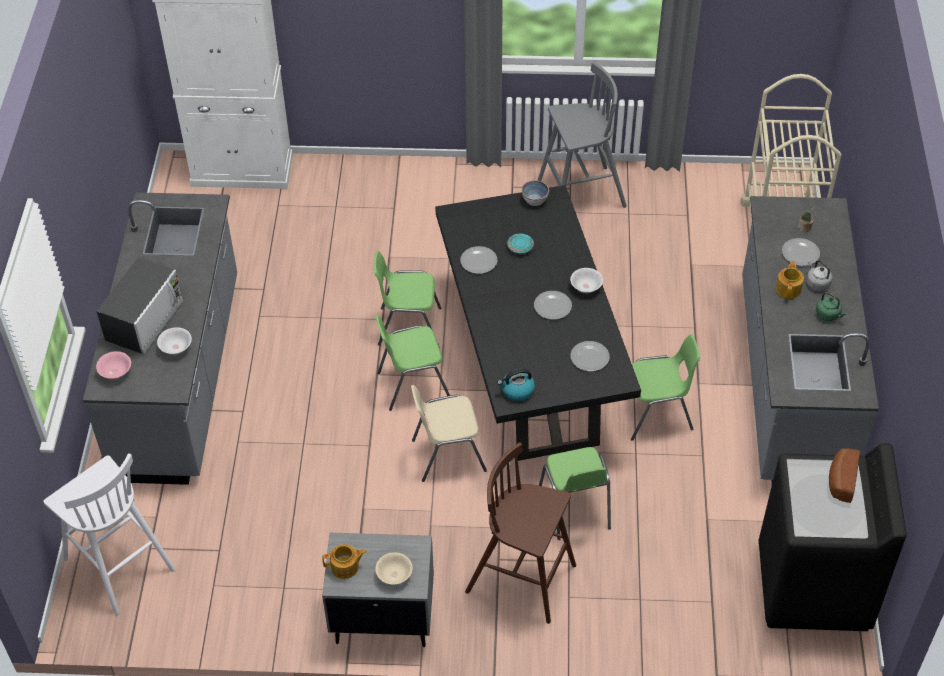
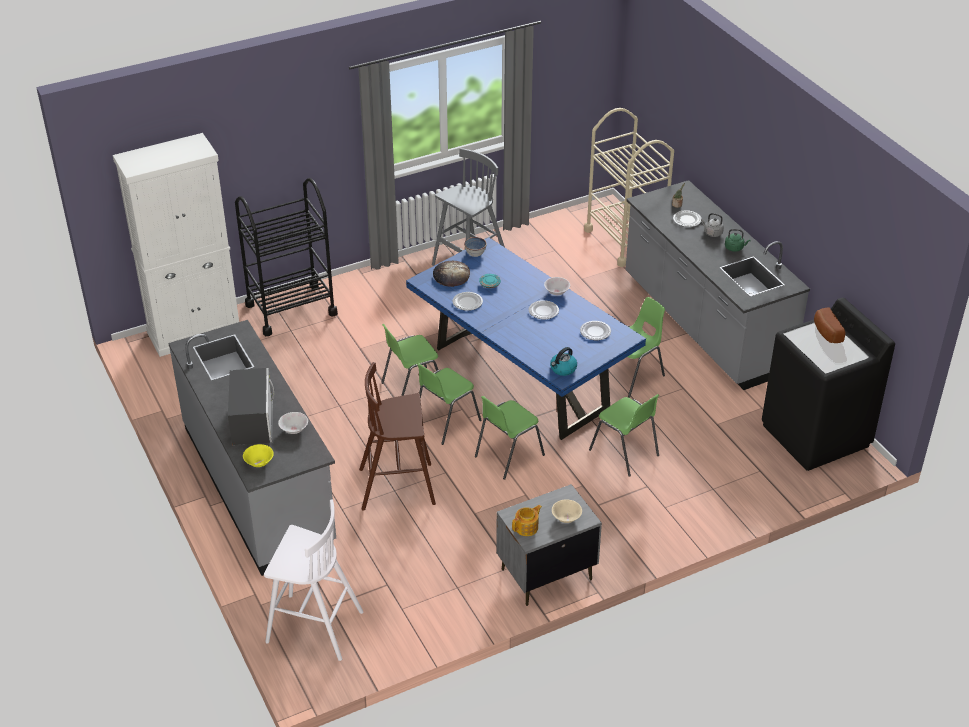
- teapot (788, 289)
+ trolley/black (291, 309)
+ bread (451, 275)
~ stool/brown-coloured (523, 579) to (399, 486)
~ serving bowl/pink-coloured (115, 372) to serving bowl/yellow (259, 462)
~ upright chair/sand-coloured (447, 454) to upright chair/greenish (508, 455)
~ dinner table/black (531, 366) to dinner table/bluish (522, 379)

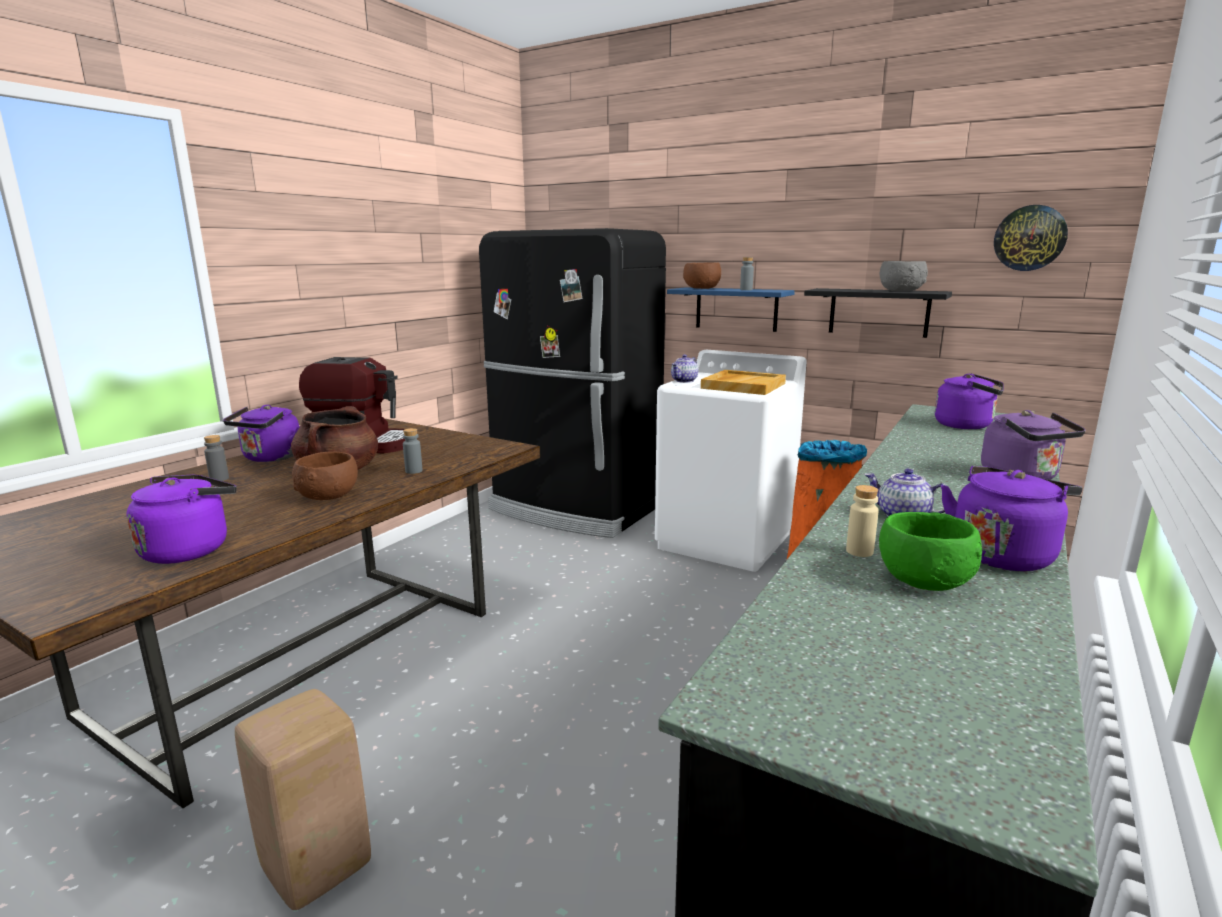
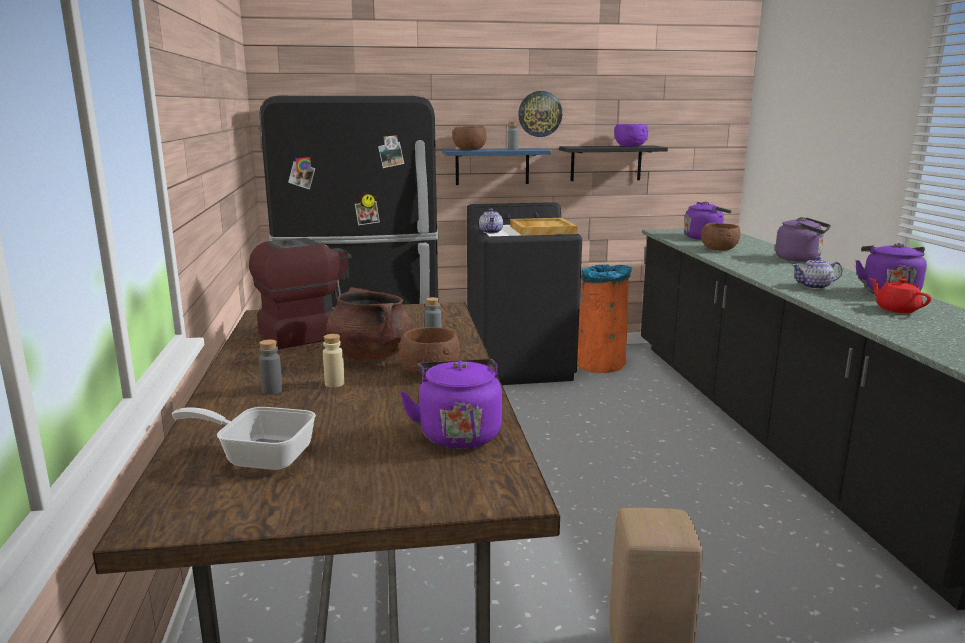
- tea kettle/purplish (270, 458)
+ skillet (259, 456)
+ serving bowl/brown-coloured (720, 249)
~ bottle/sand-coloured (859, 551) to (334, 383)
~ clock on the wall (1029, 238) to (540, 114)
~ serving bowl/greenish (922, 580) to teapot/reddish (896, 309)
~ laundry machine/white-coloured (726, 541) to laundry machine/black (520, 367)
~ serving bowl/gray (901, 291) to serving bowl/purplish (630, 146)

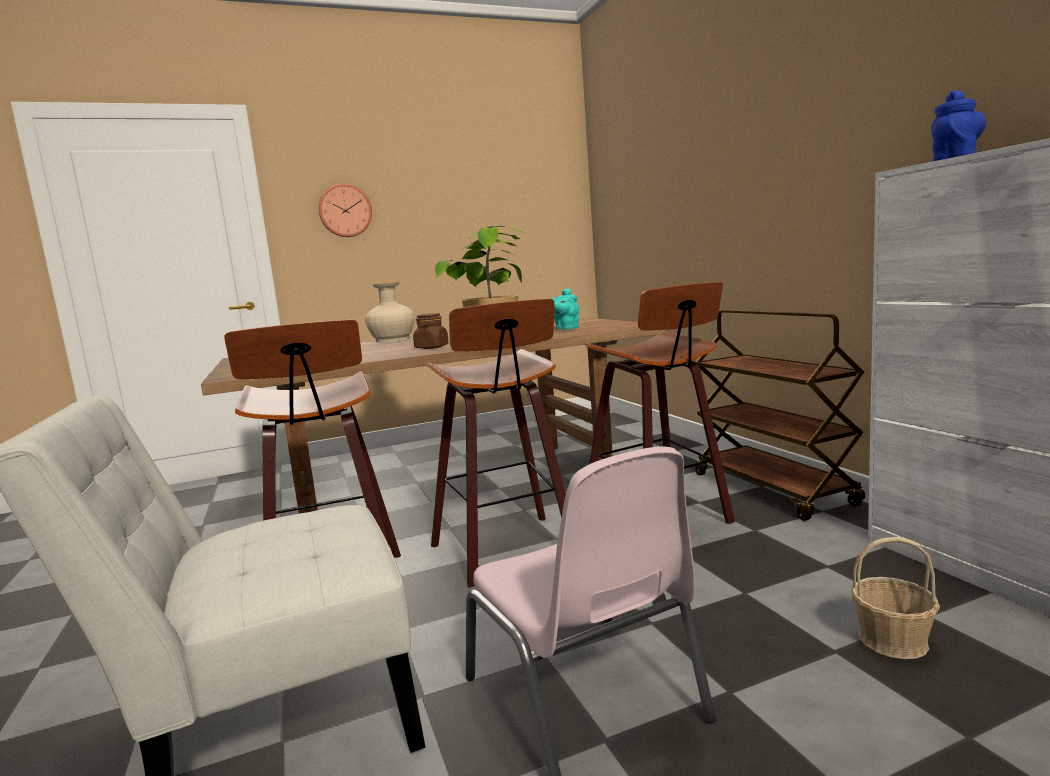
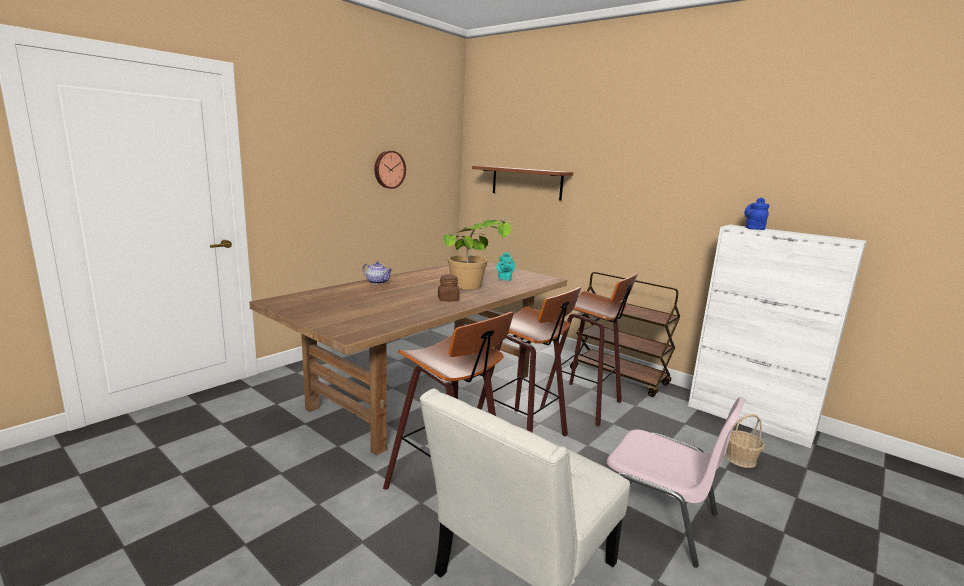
+ wall shelf/brown-coloured (526, 182)
~ clock on the wall (345, 211) to (389, 169)
~ flower vase/sand-coloured (392, 340) to teapot (378, 282)

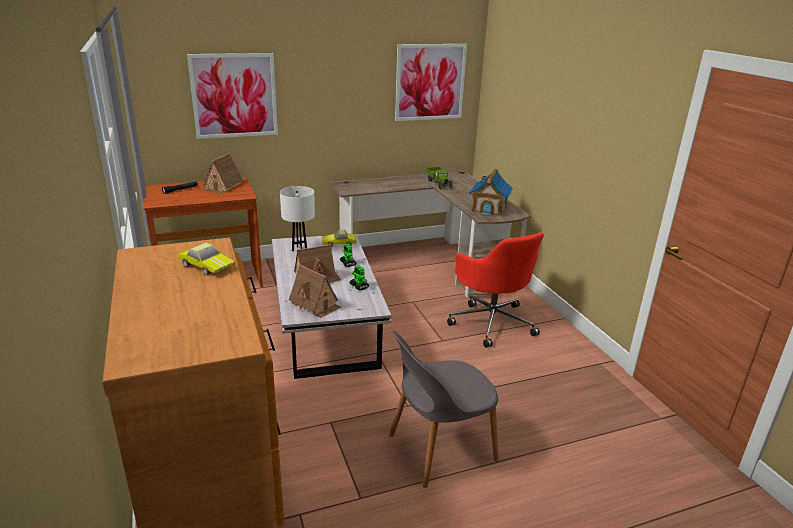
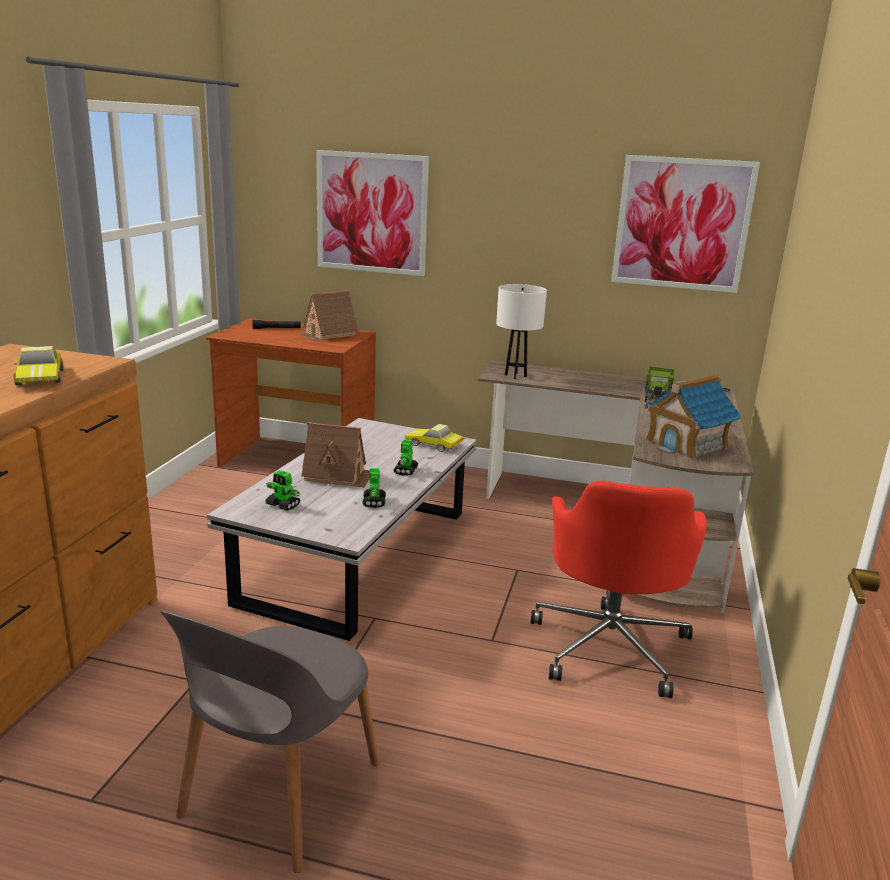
~ table lamp/white-coloured (299, 249) to (515, 376)
~ model house (315, 305) to toy robot (283, 505)
~ upright chair/gray (439, 448) = (278, 793) 75 degrees counterclockwise

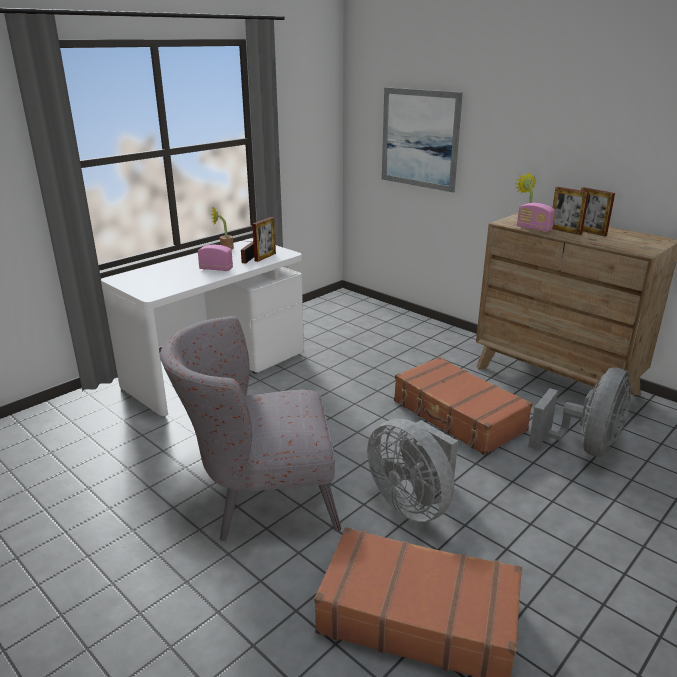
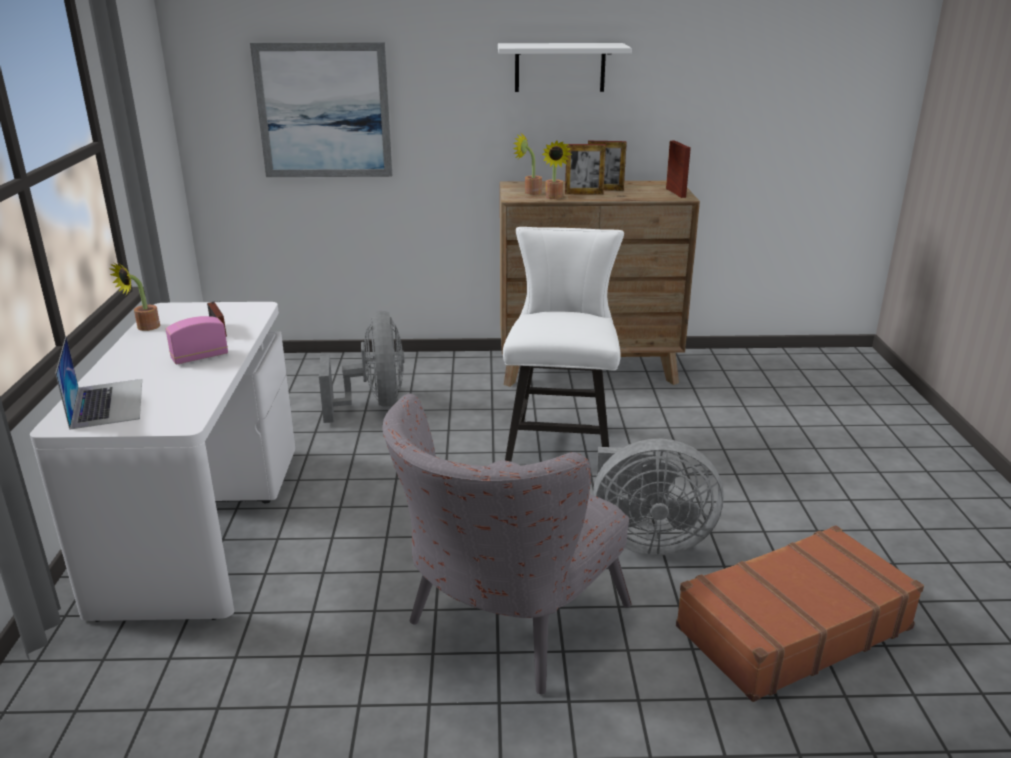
+ portable computer (107, 403)
+ wall shelf/white-coloured (560, 67)
~ picture frame (265, 257) to (675, 193)
~ electric fan/gray (585, 447) to (374, 403)
~ travel case/brown-coloured (457, 416) to upright chair/white-coloured (560, 440)
~ radio (534, 229) to houseplant (554, 197)

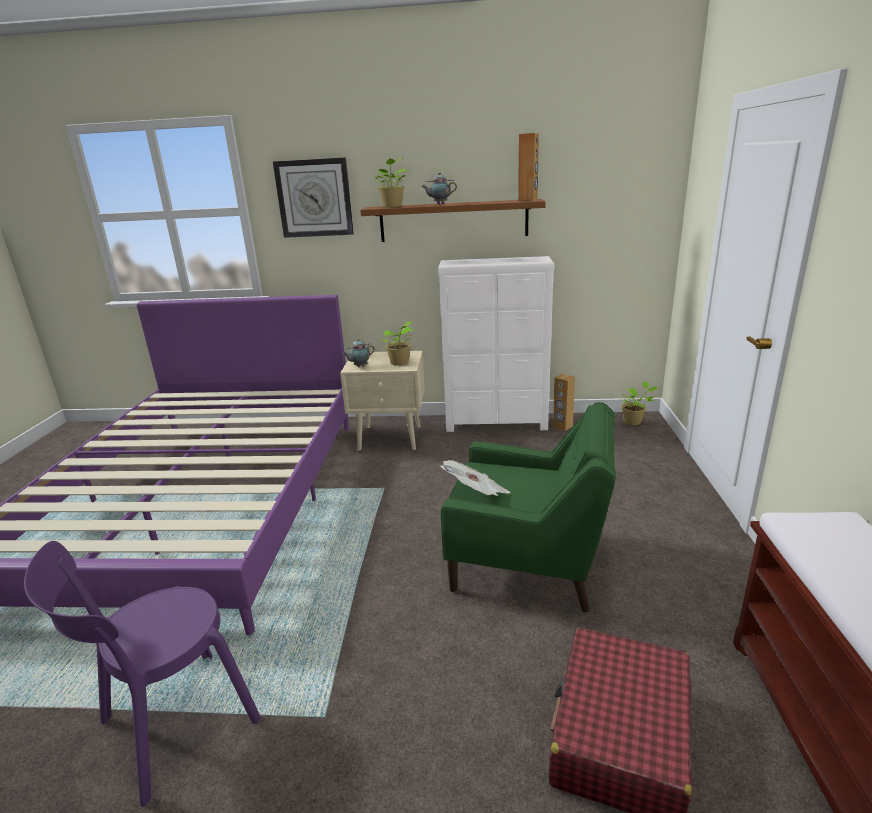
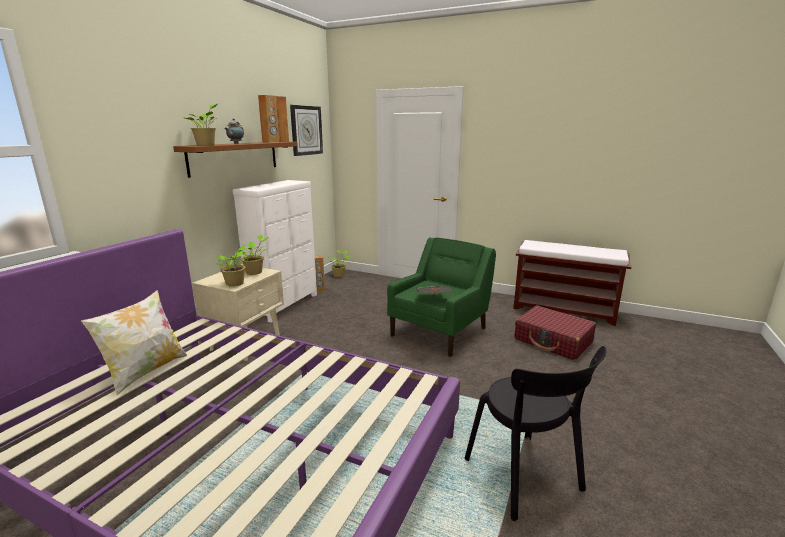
+ cushion (146, 371)
+ audio speaker/brown-coloured (271, 142)
~ clock on the wall (314, 198) to (306, 130)
~ teapot (359, 366) to houseplant (235, 284)
~ upright chair/purplish (172, 726) to upright chair/black (525, 478)

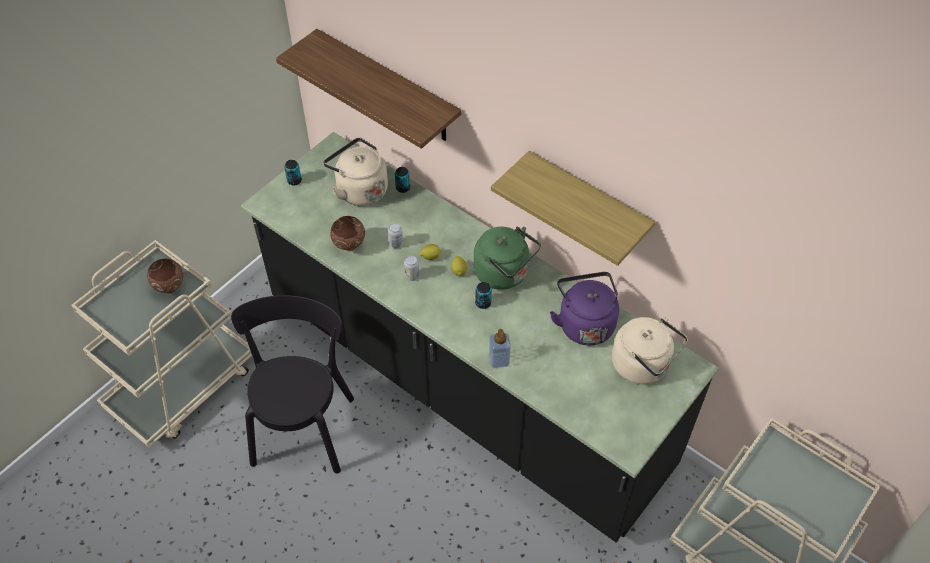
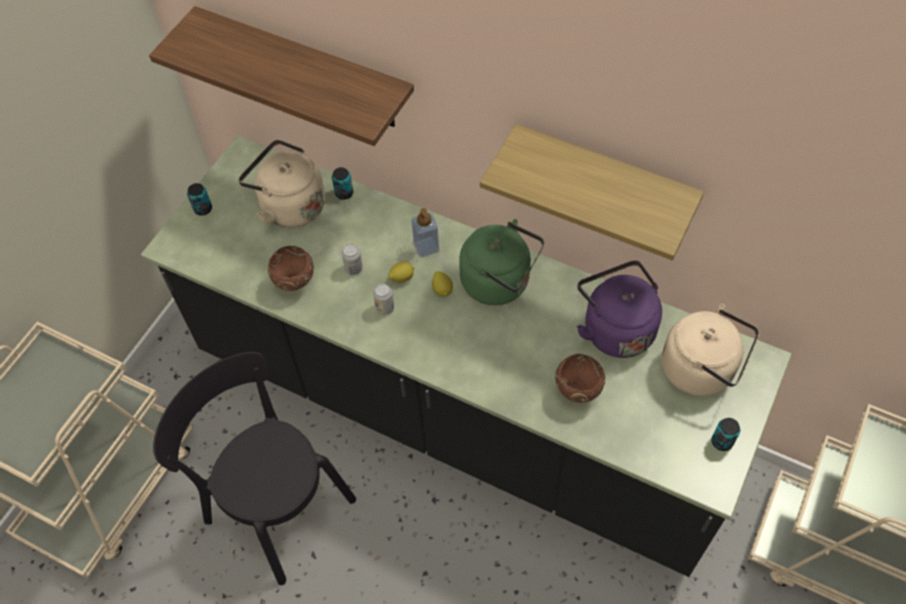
~ serving bowl/brown-coloured (170, 289) to (578, 392)
~ can (483, 303) to (722, 441)
~ soap bottle (499, 360) to (426, 247)
~ upright chair/black (304, 425) = (275, 505) 45 degrees counterclockwise

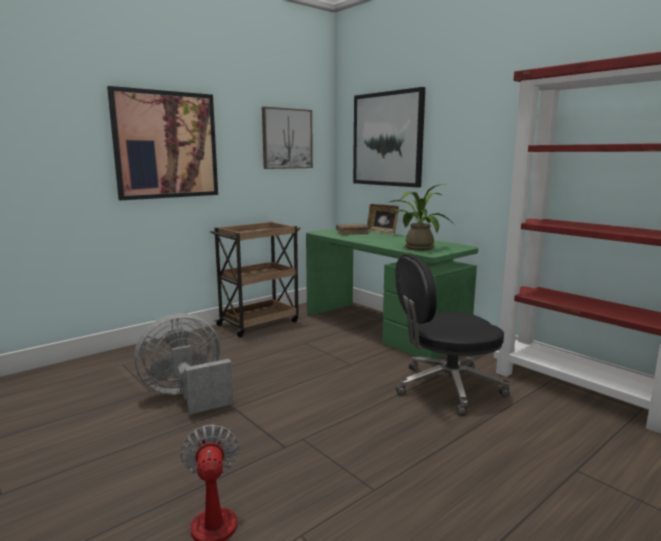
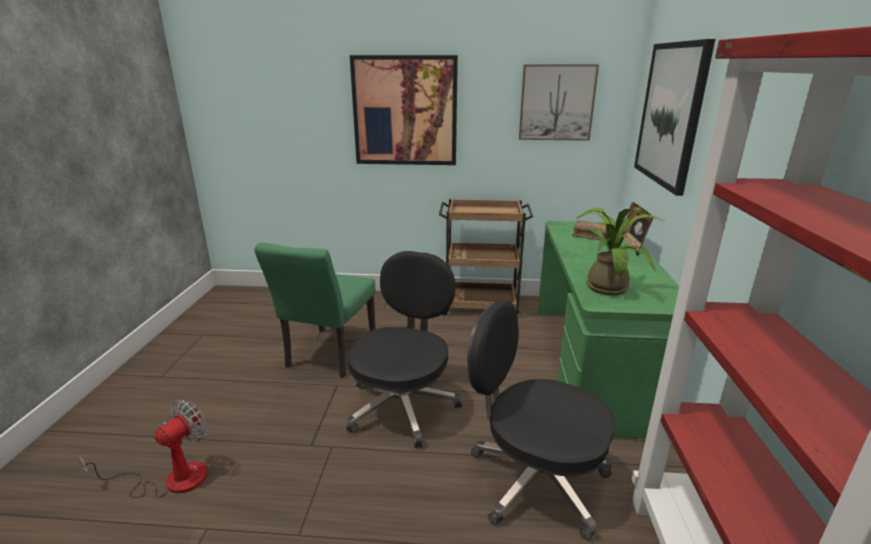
+ desk chair/black (403, 405)
~ electric fan/gray (187, 396) to upright chair/greenish (328, 356)

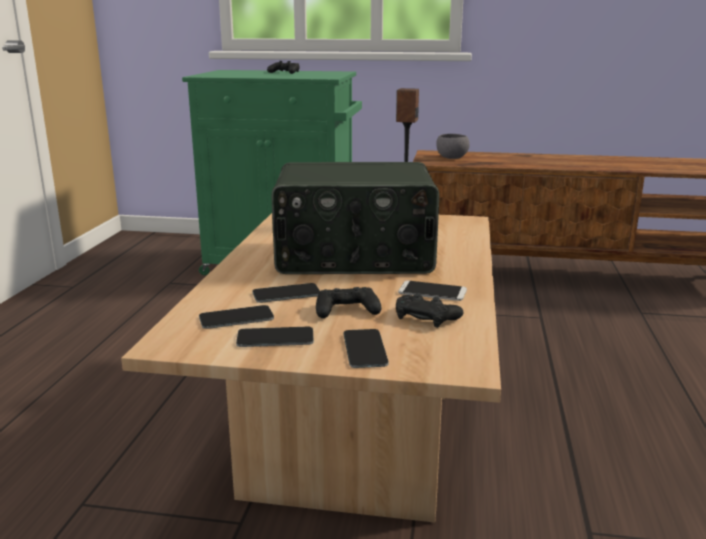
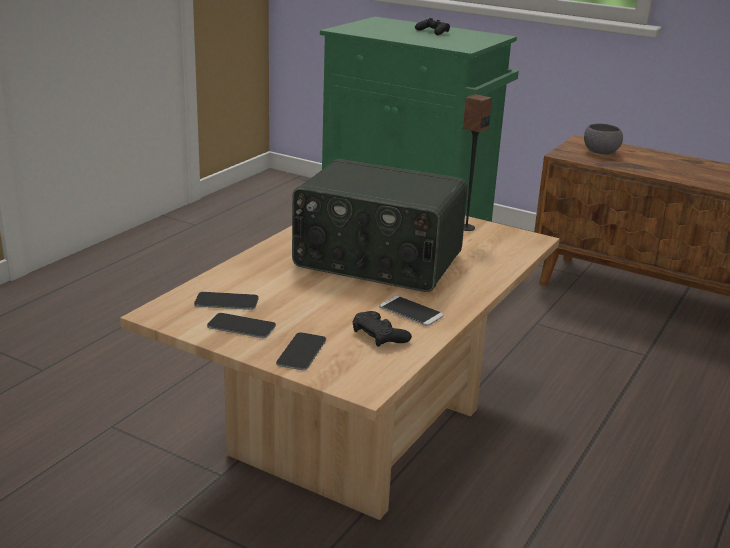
- handset (286, 294)
- gamepad/black (346, 310)

